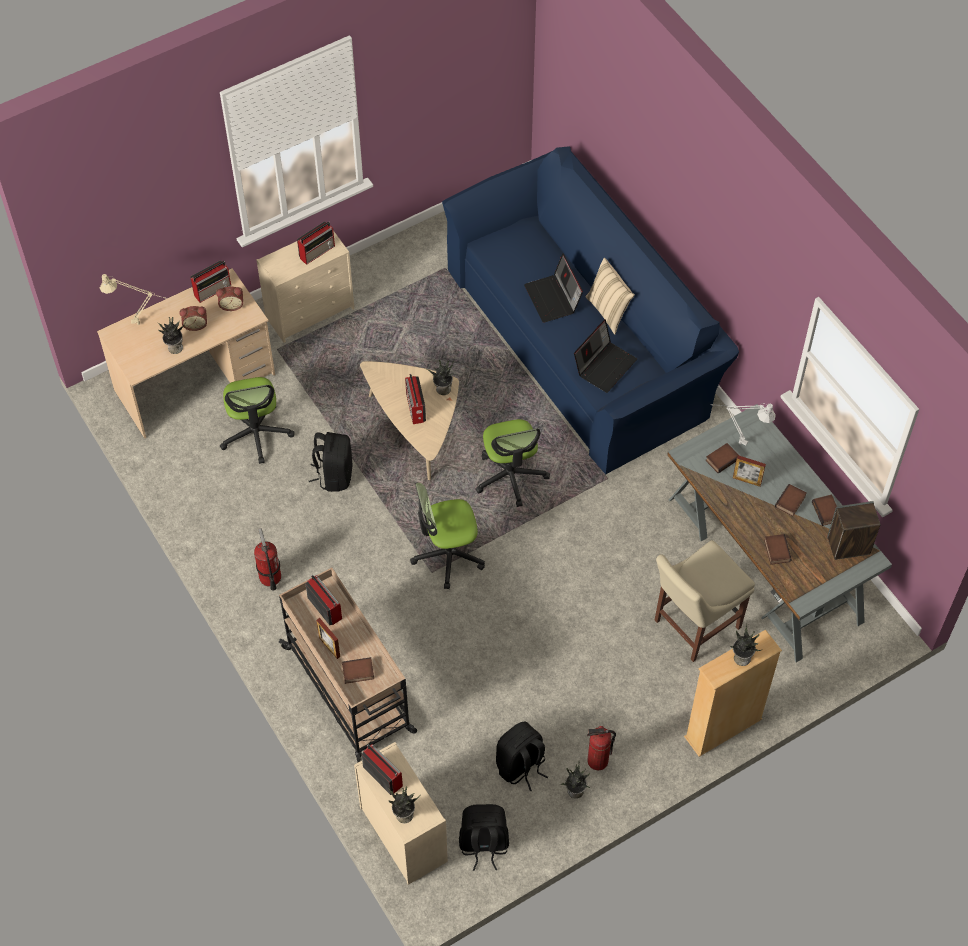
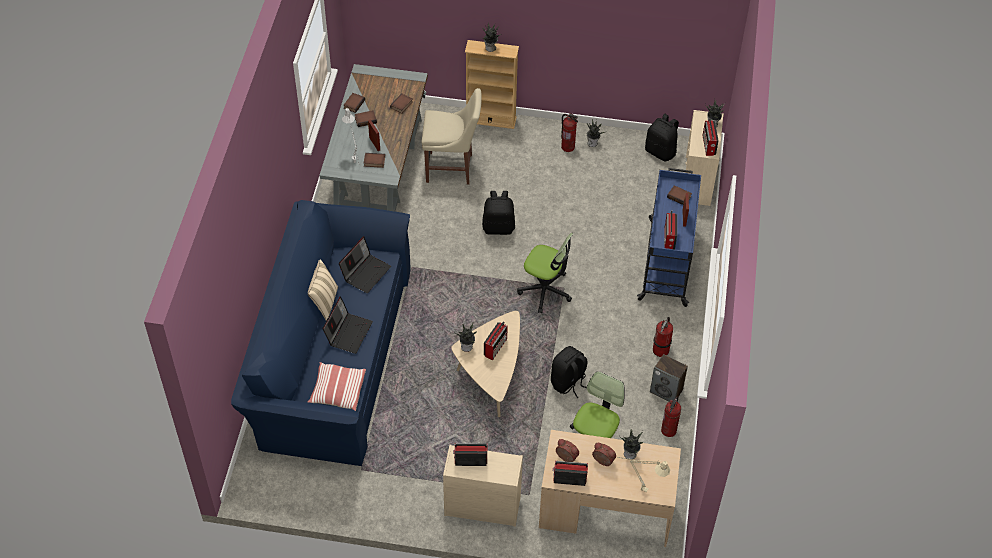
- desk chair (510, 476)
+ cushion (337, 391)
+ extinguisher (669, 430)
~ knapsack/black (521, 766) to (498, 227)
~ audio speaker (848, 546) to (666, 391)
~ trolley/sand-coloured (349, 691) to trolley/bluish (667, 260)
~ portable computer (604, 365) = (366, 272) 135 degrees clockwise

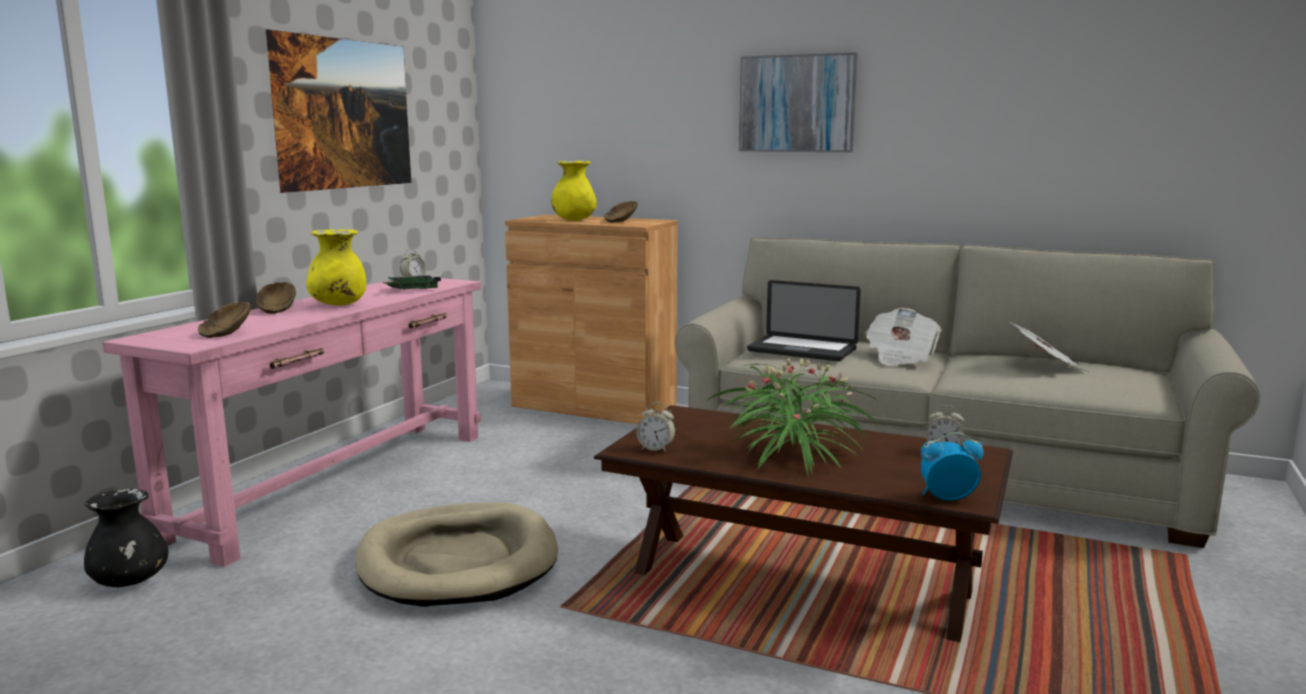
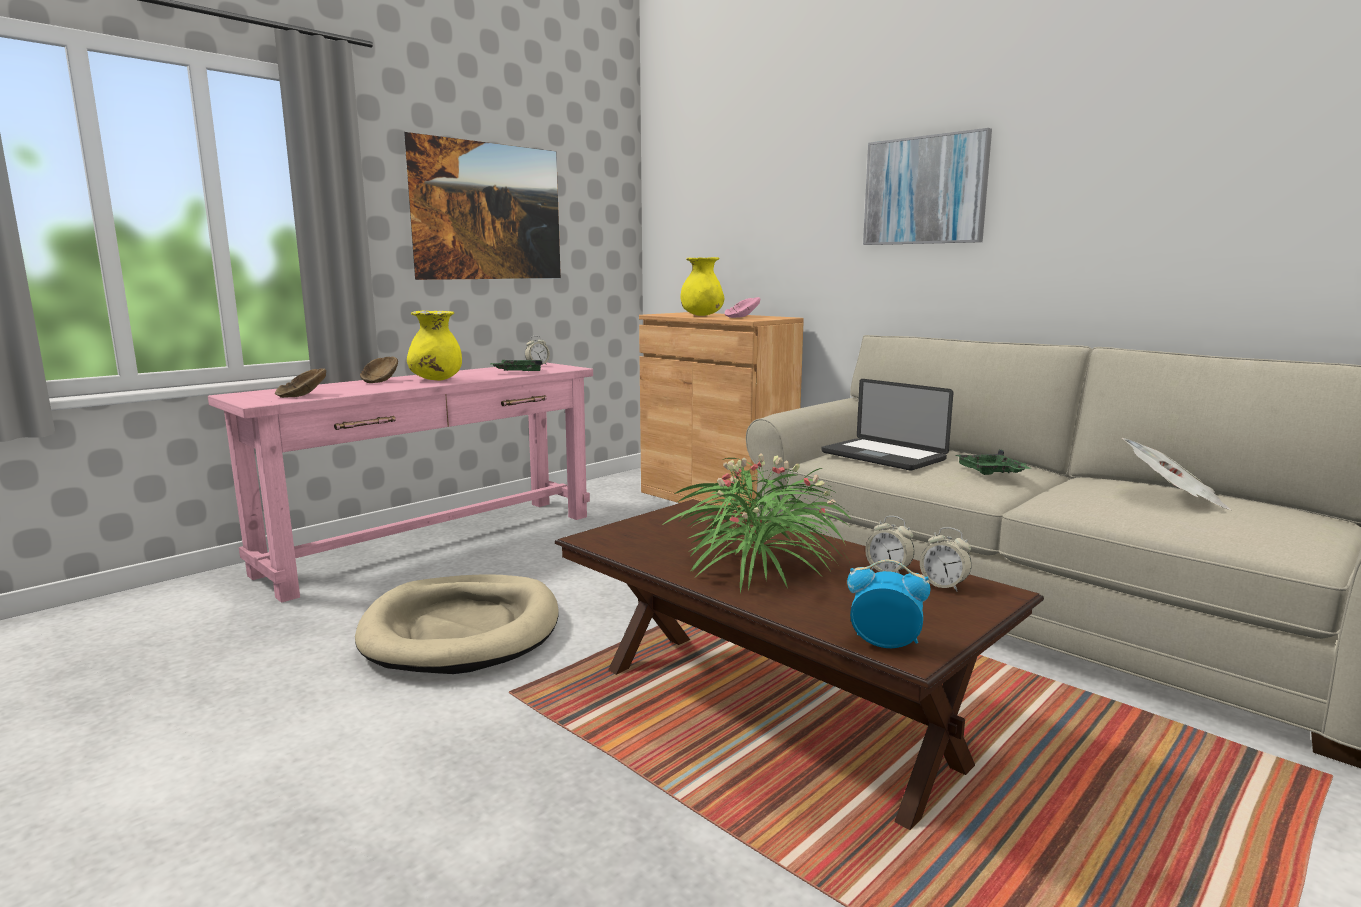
- flower vase/black (131, 582)
~ alarm clock (656, 449) to (888, 571)
~ daily paper (900, 357) to serving tray/greenish (991, 473)
~ serving bowl/brown-coloured (619, 221) to serving bowl/pink-coloured (740, 317)

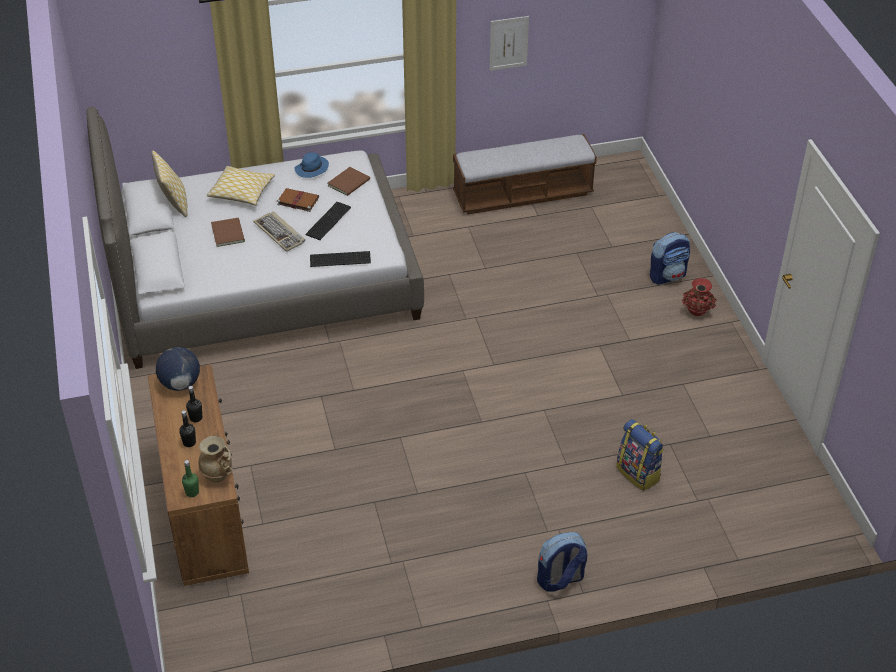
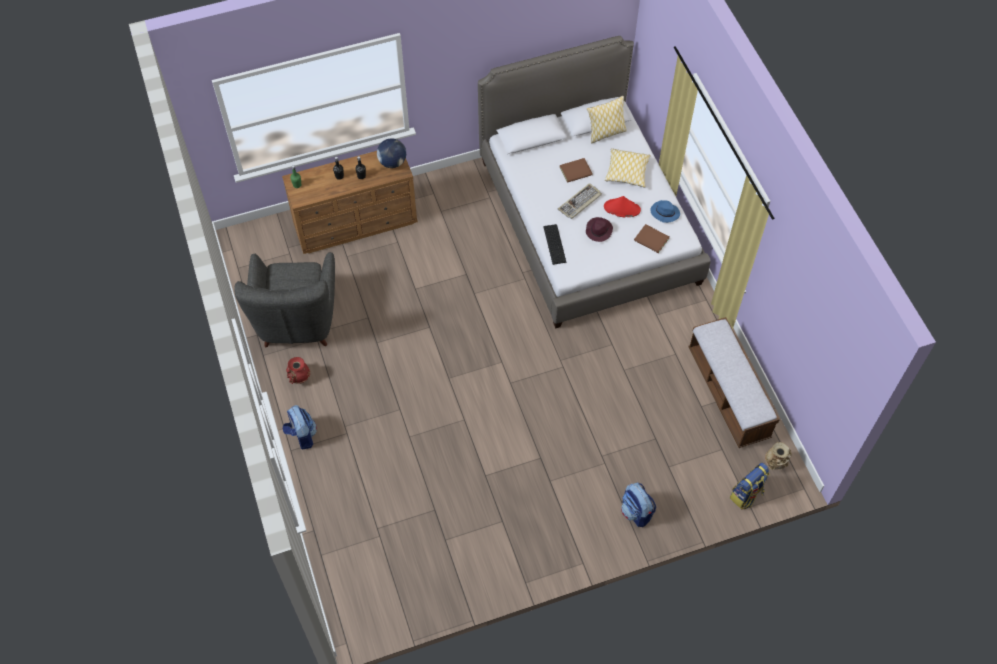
- wall picture (508, 43)
+ easy chair/gray (297, 320)
~ flower vase/sand-coloured (218, 475) to (775, 464)
~ knapsack (639, 473) to (746, 495)
~ flower vase/reddish (697, 312) to (299, 378)
~ bound book/brown-coloured (297, 201) to hat/reddish (621, 208)
~ keyboard (327, 221) to hat/purplish (598, 230)

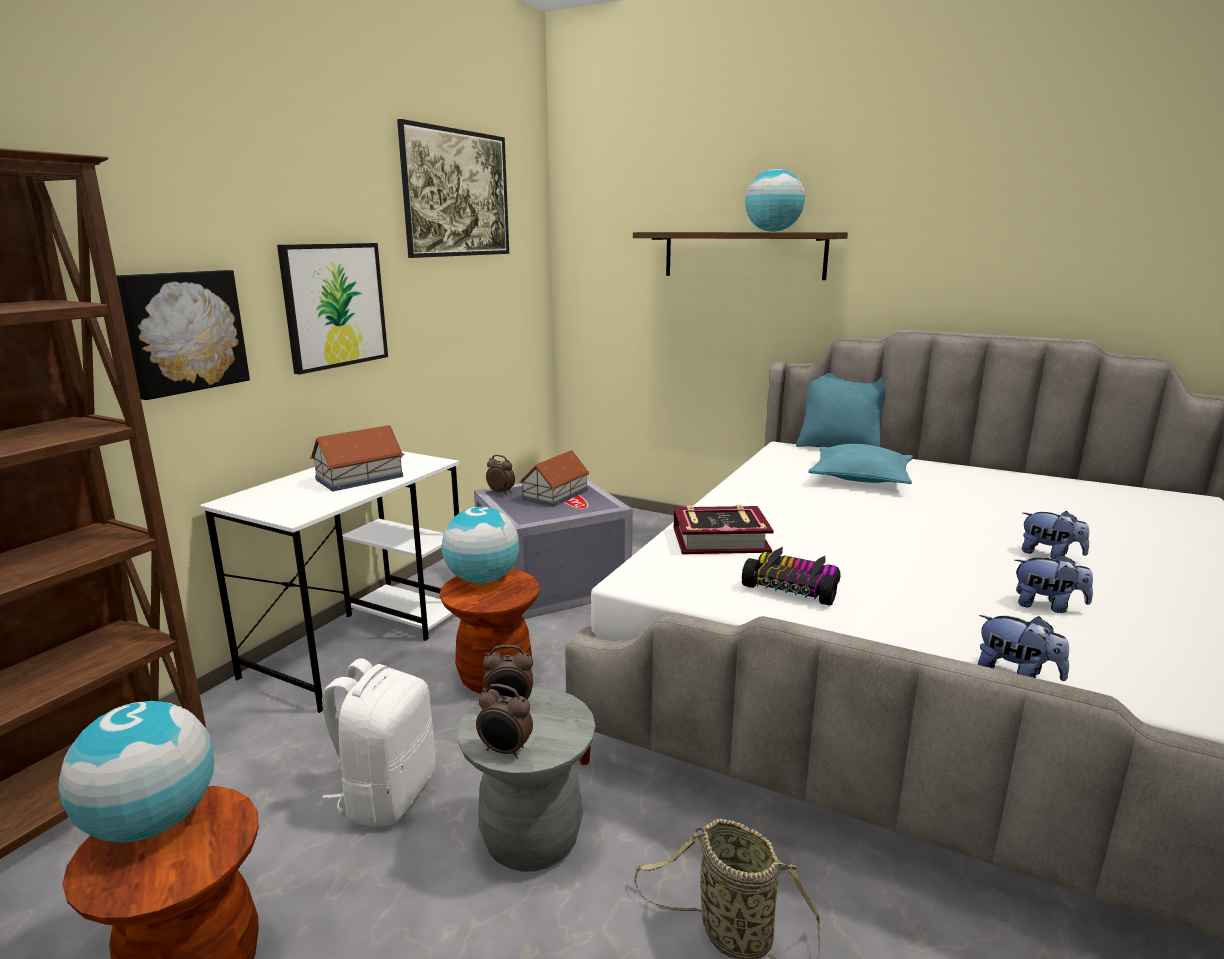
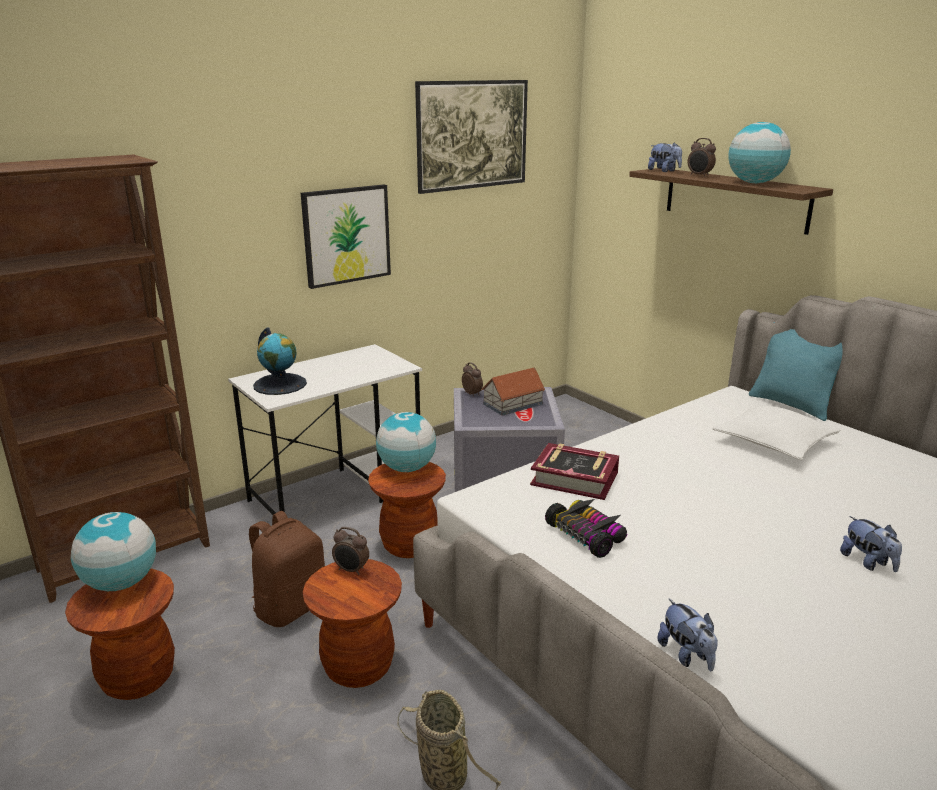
- wall picture (183, 331)
- model house (358, 478)
+ world globe (280, 384)
~ alarm clock (505, 751) to (699, 176)
~ cuddly toy (1047, 606) to (664, 171)
~ knapsack/white-coloured (387, 794) to knapsack/brown-coloured (291, 607)
~ stool/gray (531, 840) to stool/brown-coloured (358, 666)
~ cushion/turquoise (860, 478) to cushion/white-coloured (774, 442)

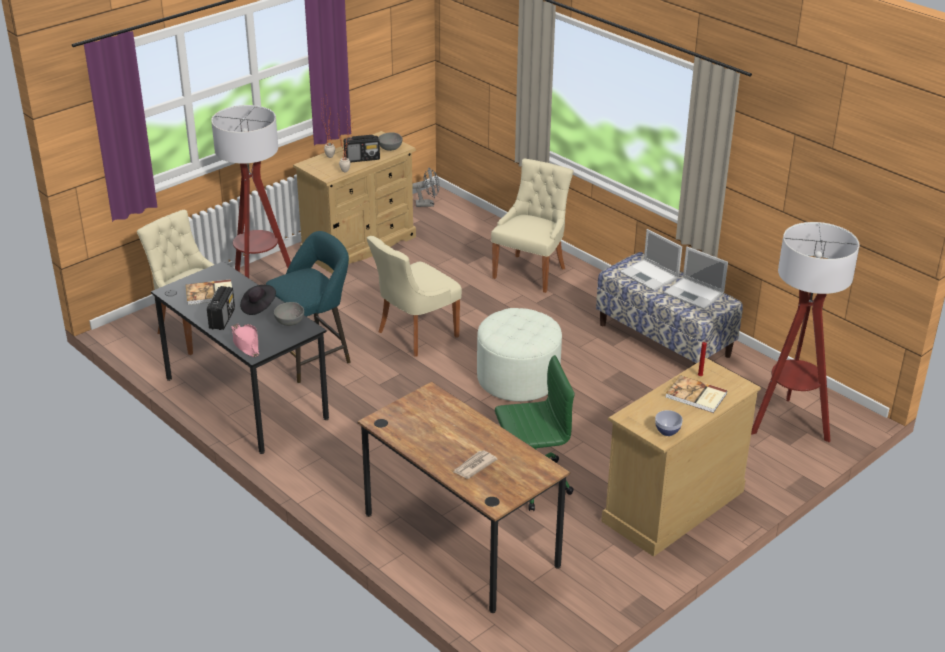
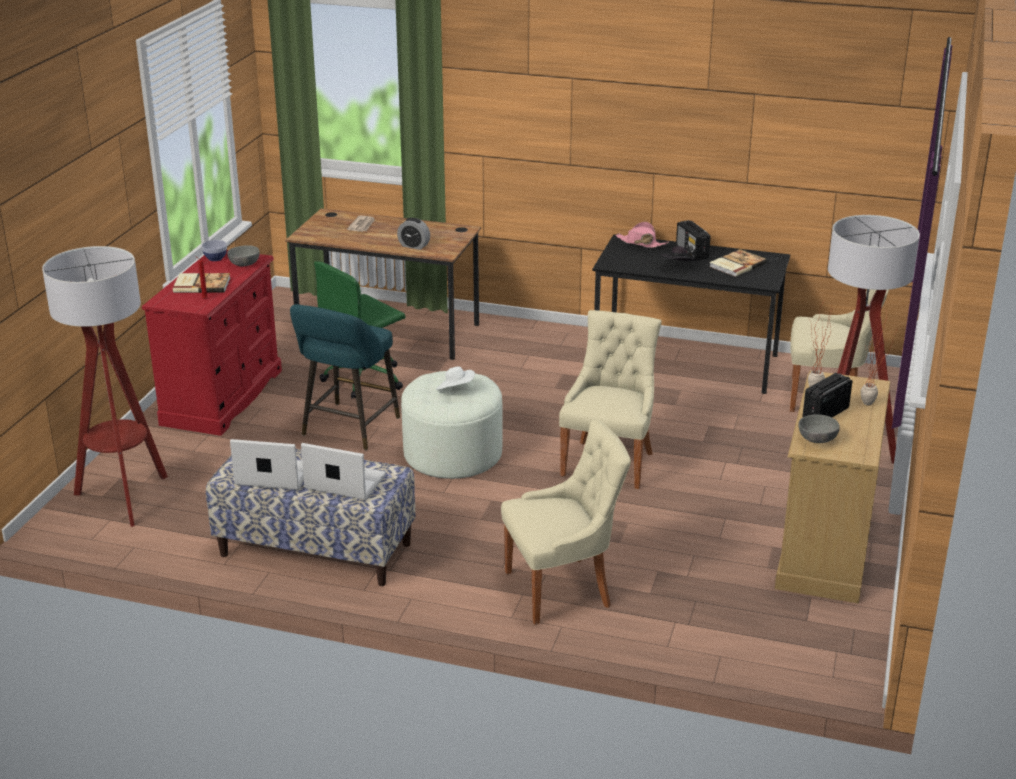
- electric fan/gray (428, 204)
+ alarm clock (414, 246)
+ hat/white-coloured (455, 390)
~ stool/turquoise (313, 357) to (348, 429)
~ serving bowl/gray (290, 322) to (244, 265)
~ drawer chest/sand-coloured (673, 506) to drawer chest/reddish (223, 397)
~ upright chair/sand-coloured (531, 272) = (562, 589) 105 degrees counterclockwise

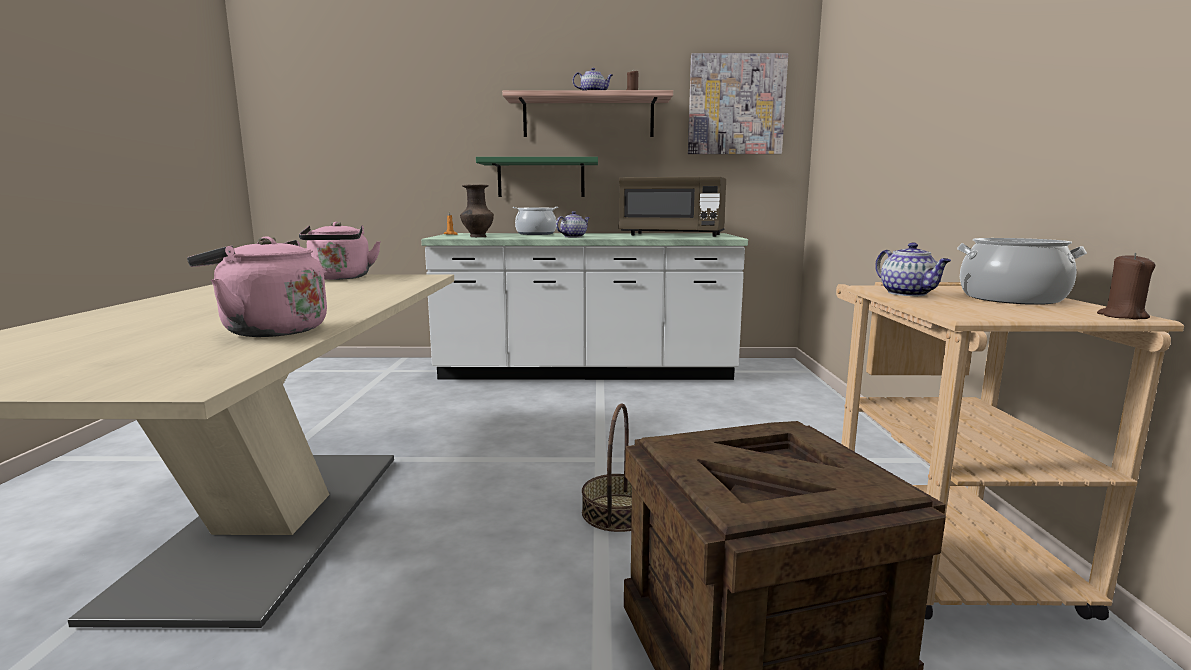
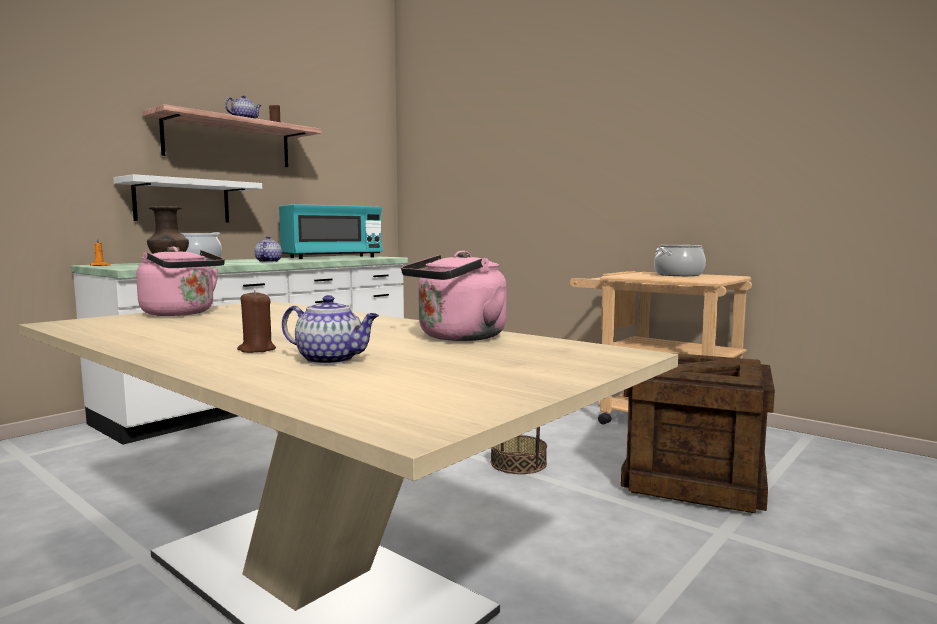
- wall picture (736, 105)
~ teapot (909, 294) to (332, 360)
~ candle/brown-coloured (1122, 316) to (256, 350)
~ wall shelf/greenish (541, 178) to wall shelf/white-coloured (182, 201)
~ microwave/brown-coloured (672, 235) to microwave/turquoise (332, 257)

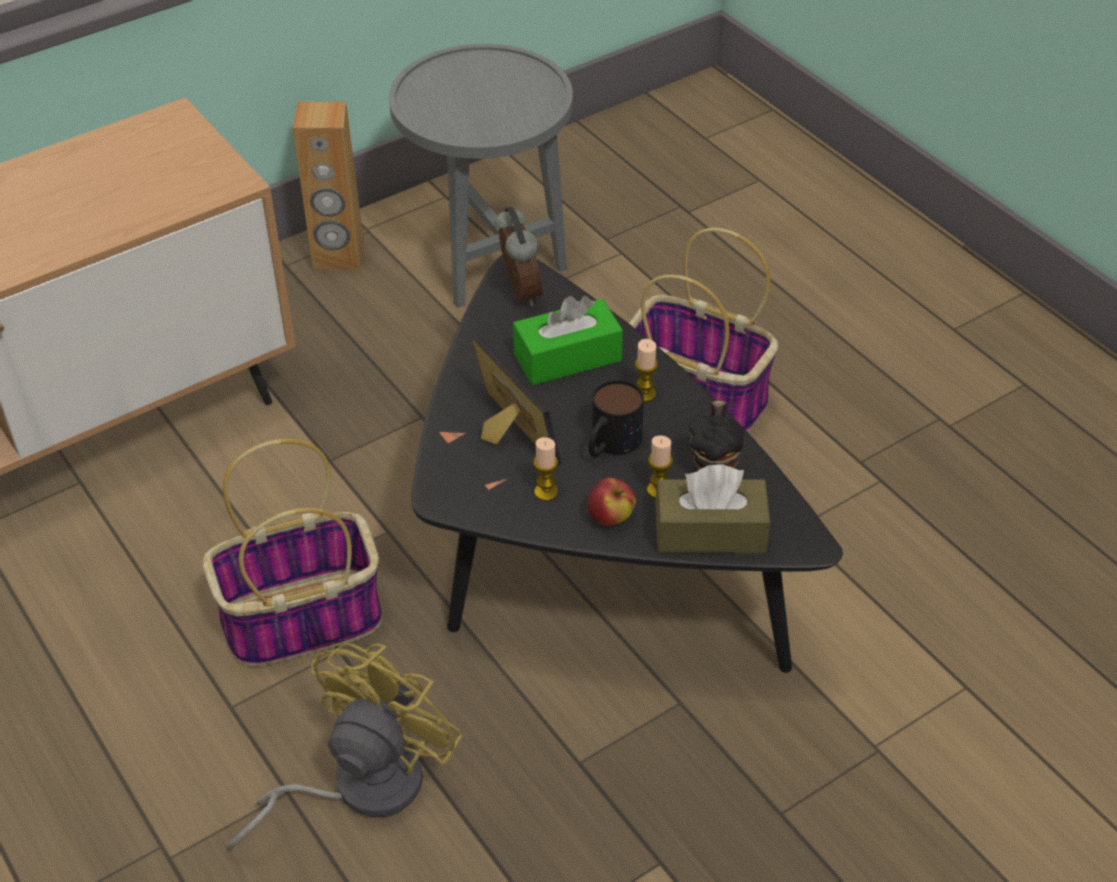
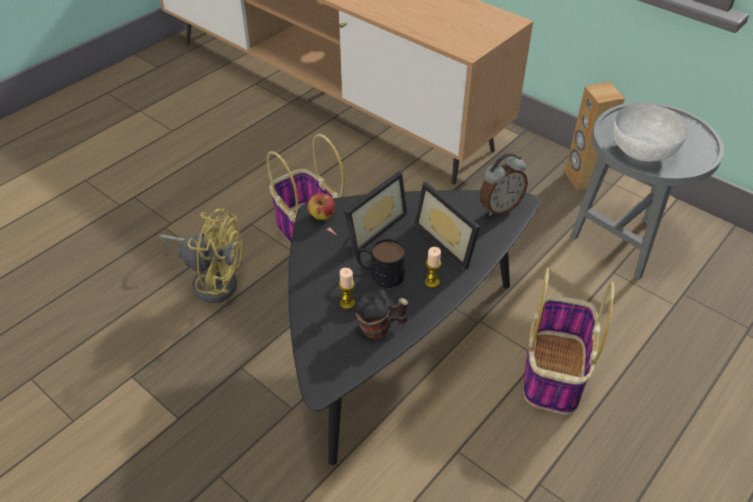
- candle (546, 492)
- tissue holder/brown-coloured (710, 532)
+ serving bowl/white-coloured (642, 149)
~ apple (610, 518) to (322, 216)
~ tissue holder/greenish (567, 357) to picture frame (450, 240)

